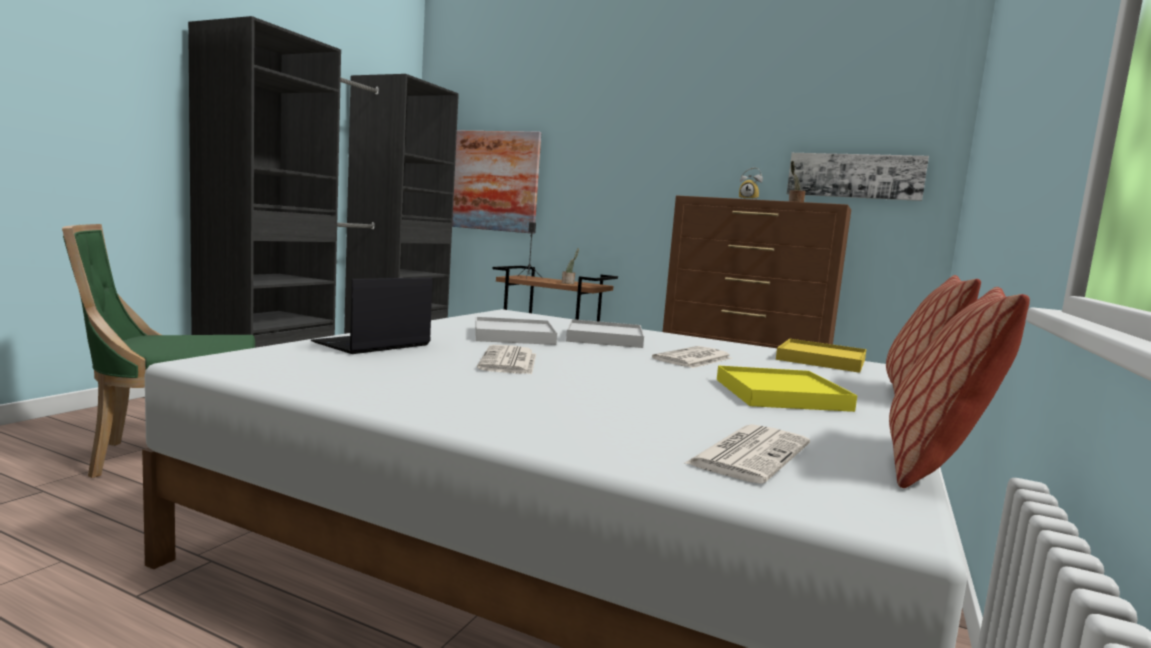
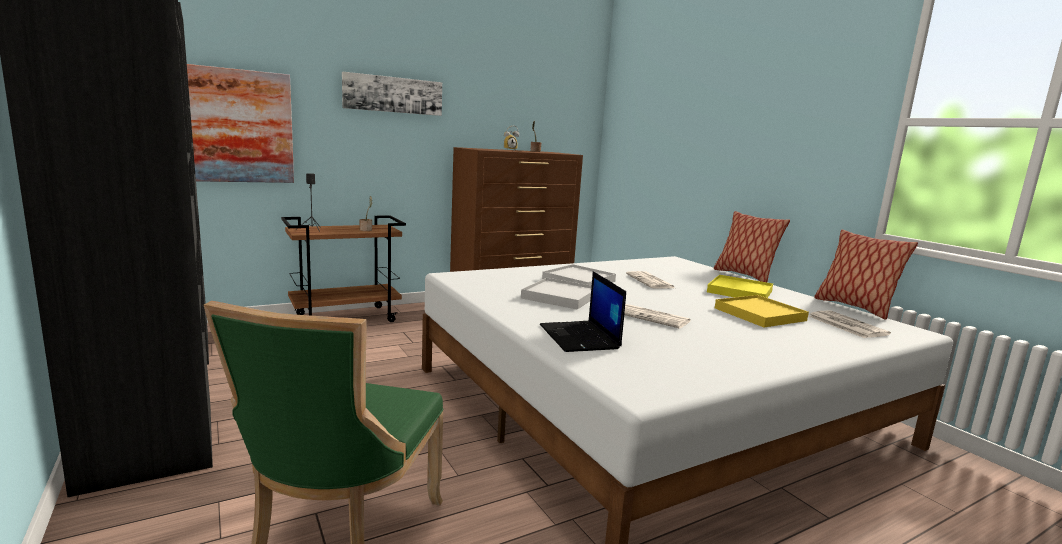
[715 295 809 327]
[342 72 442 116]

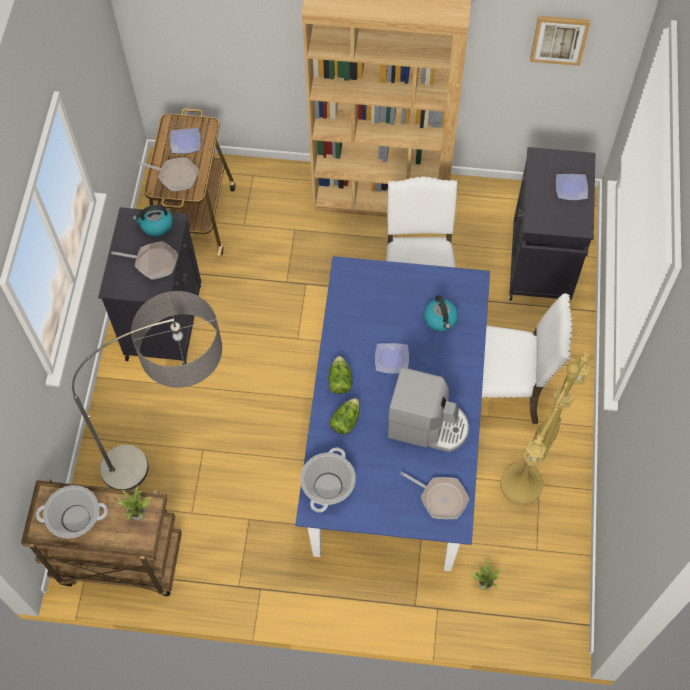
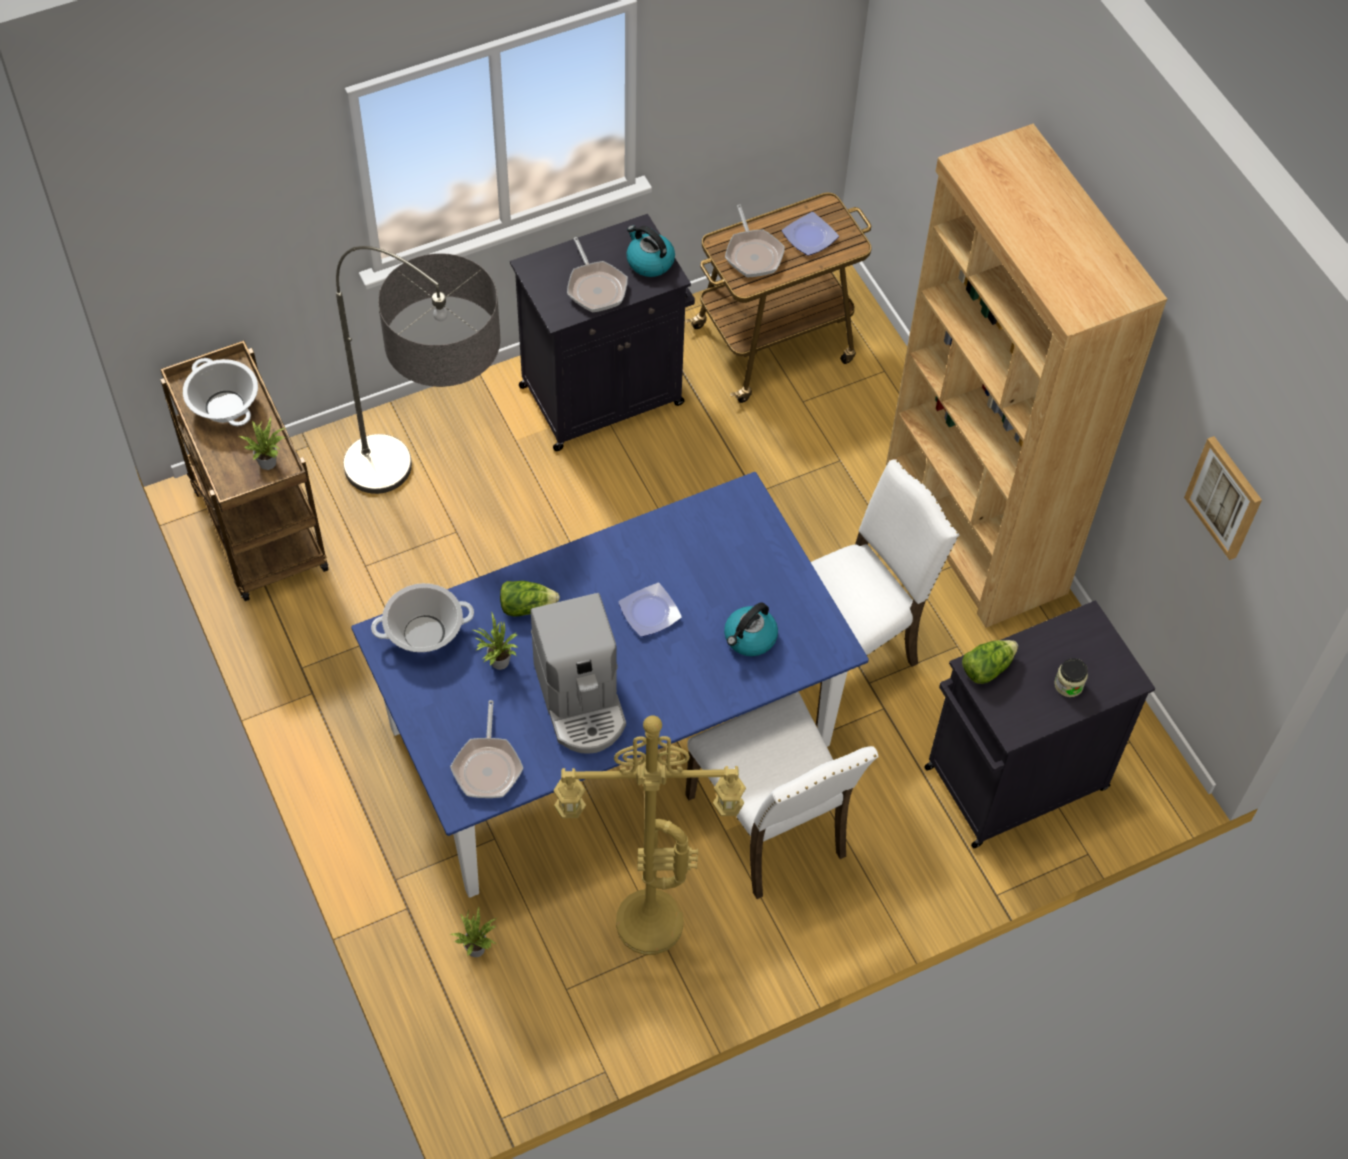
[962 640 1018 684]
[1054 658 1088 697]
[473 612 518 670]

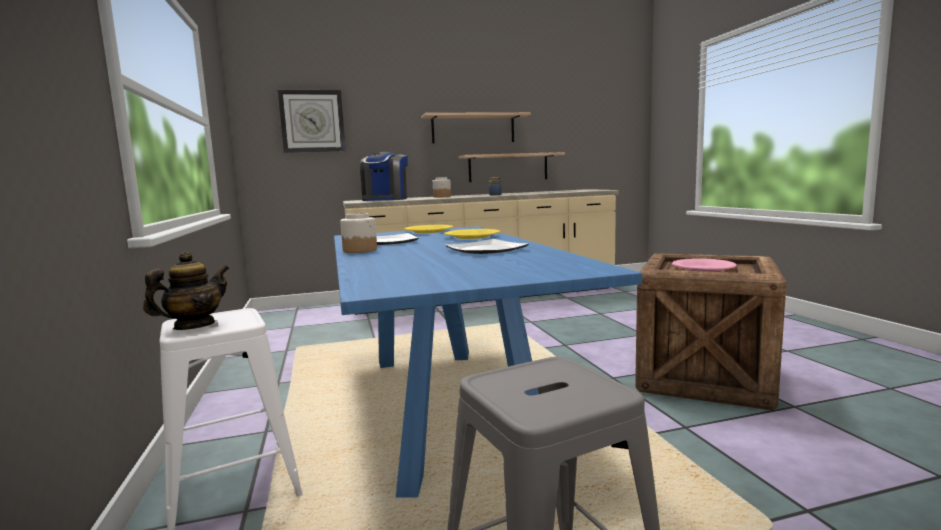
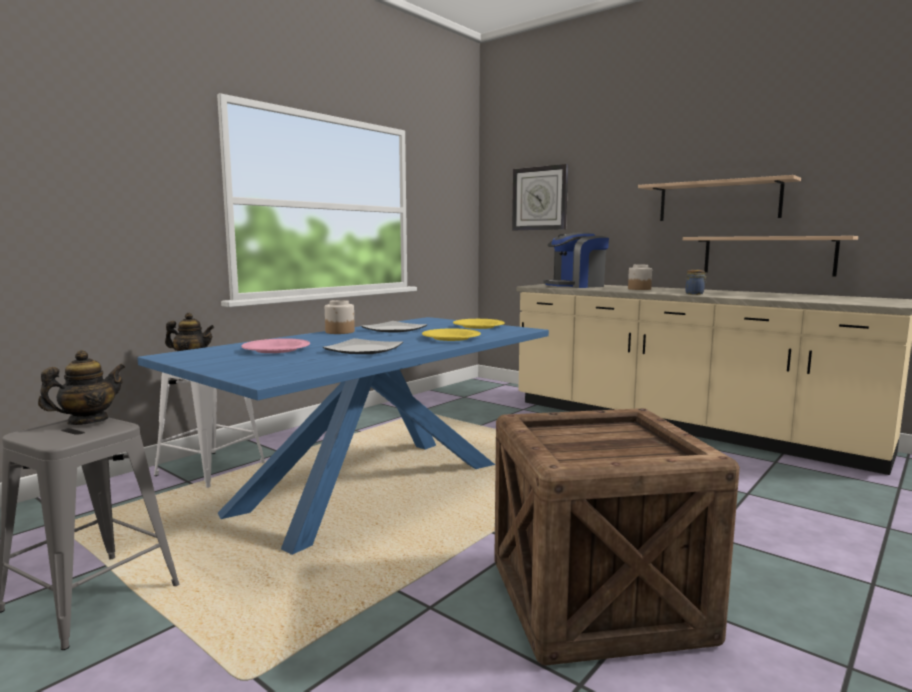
[242 338 310 353]
[38 350 125 425]

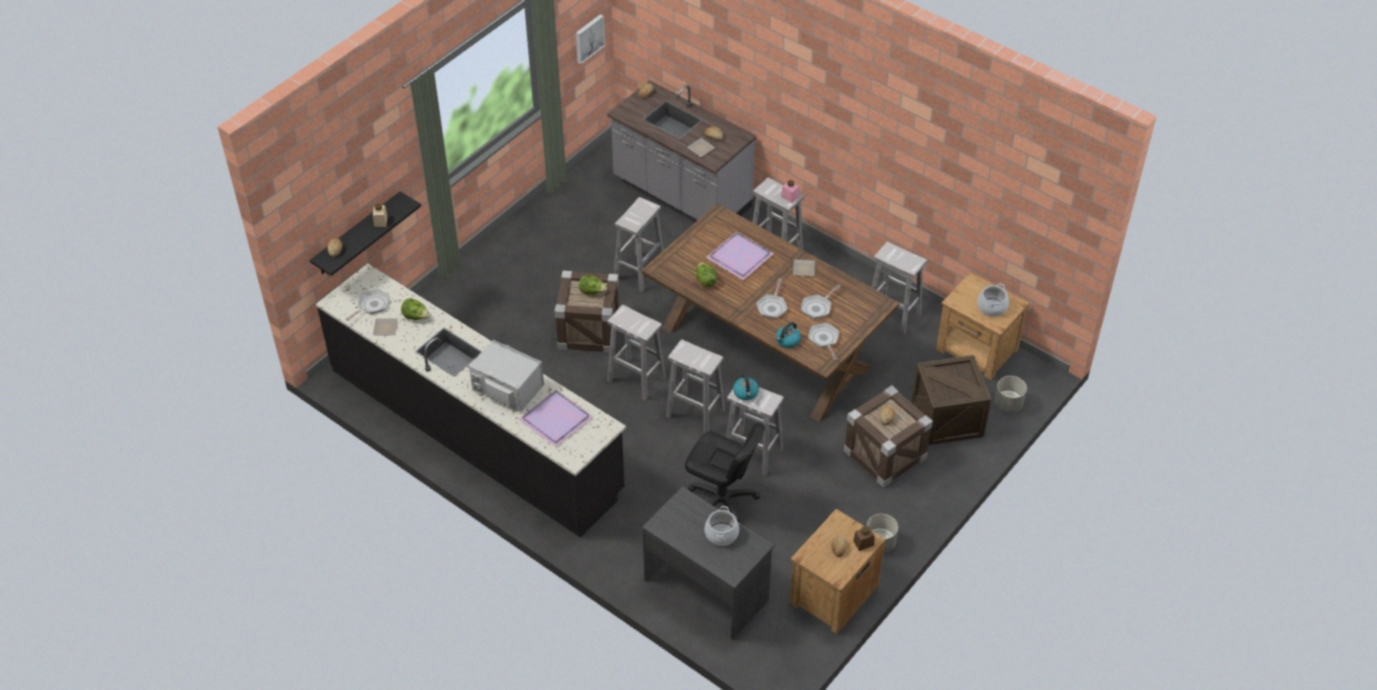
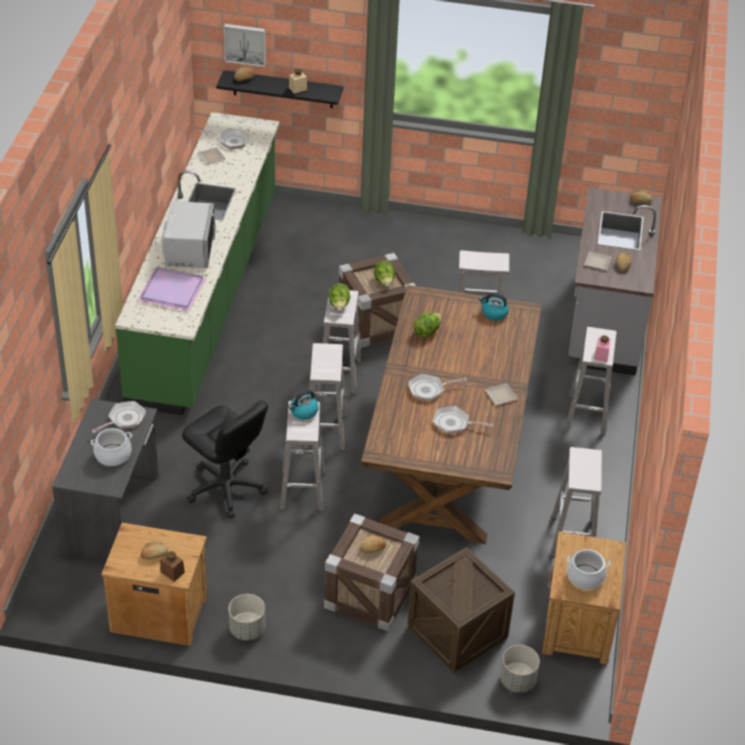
[115 112 279 415]
[329 283 350 311]
[224 24 266 67]
[182 400 268 518]
[706 231 774 280] (first image)
[479 293 509 321]
[91 401 146 433]

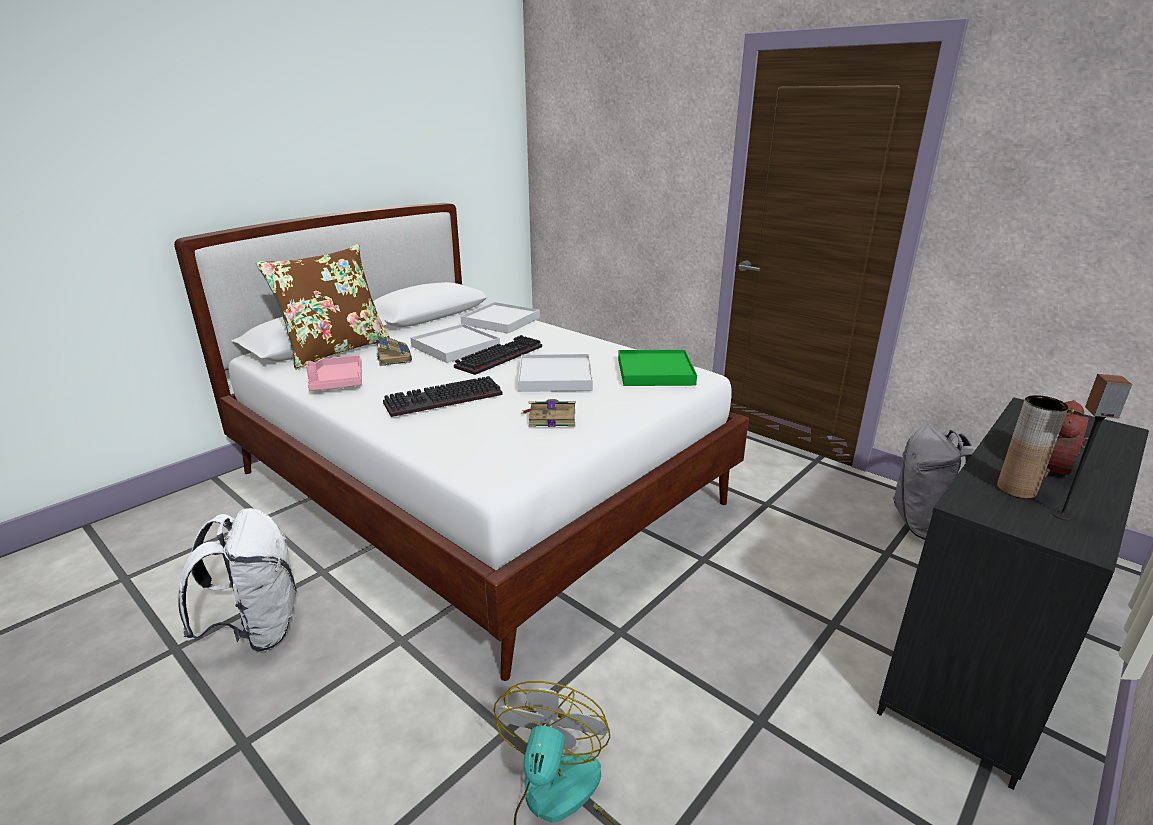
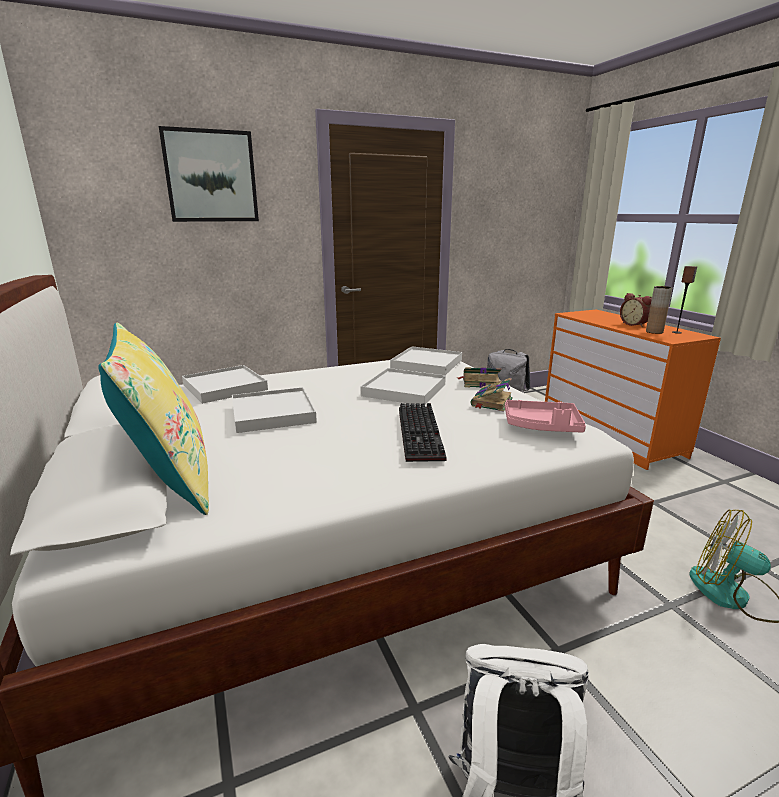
[98 323 209 515]
[505 400 586 433]
[457 367 502 388]
[454 335 542 375] (first image)
[390 346 462 375]
[545 310 721 470]
[159 126 259 222]

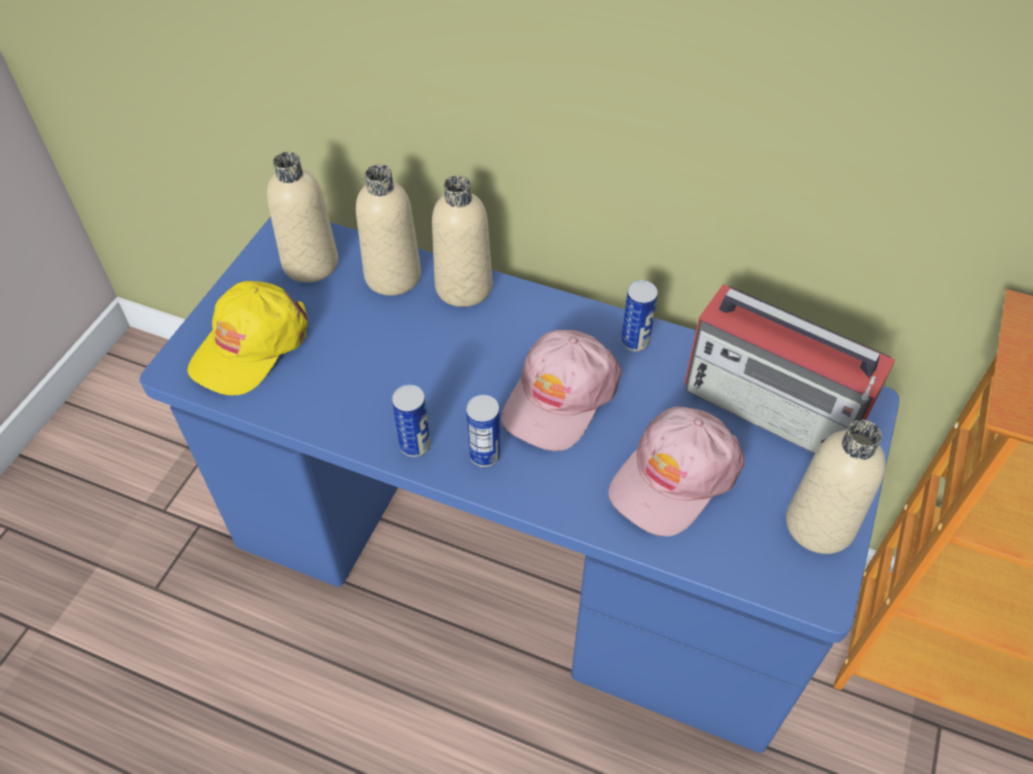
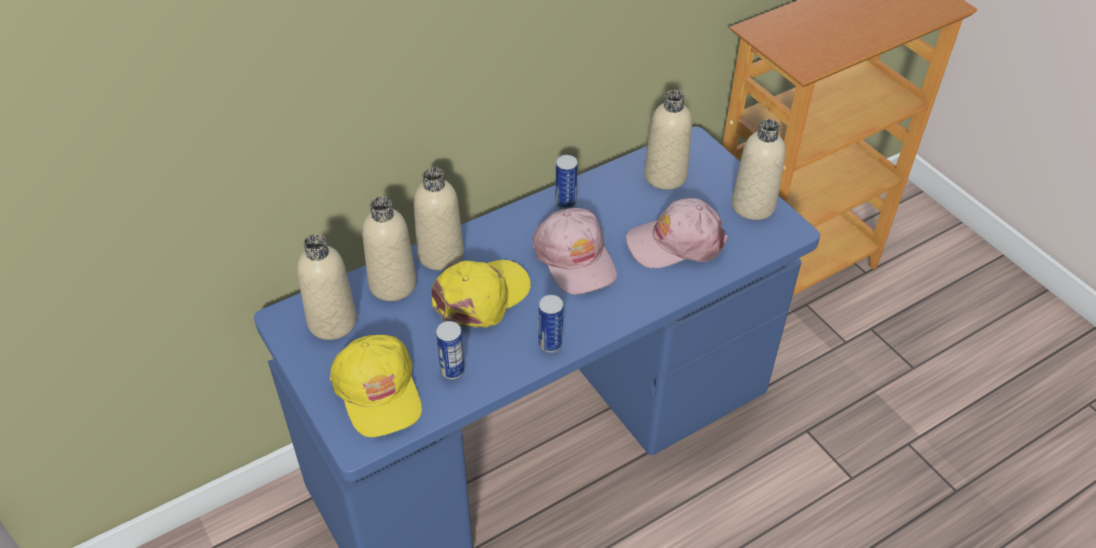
[436 321 465 380]
[626 198 728 268]
[644 90 692 190]
[431 260 531 328]

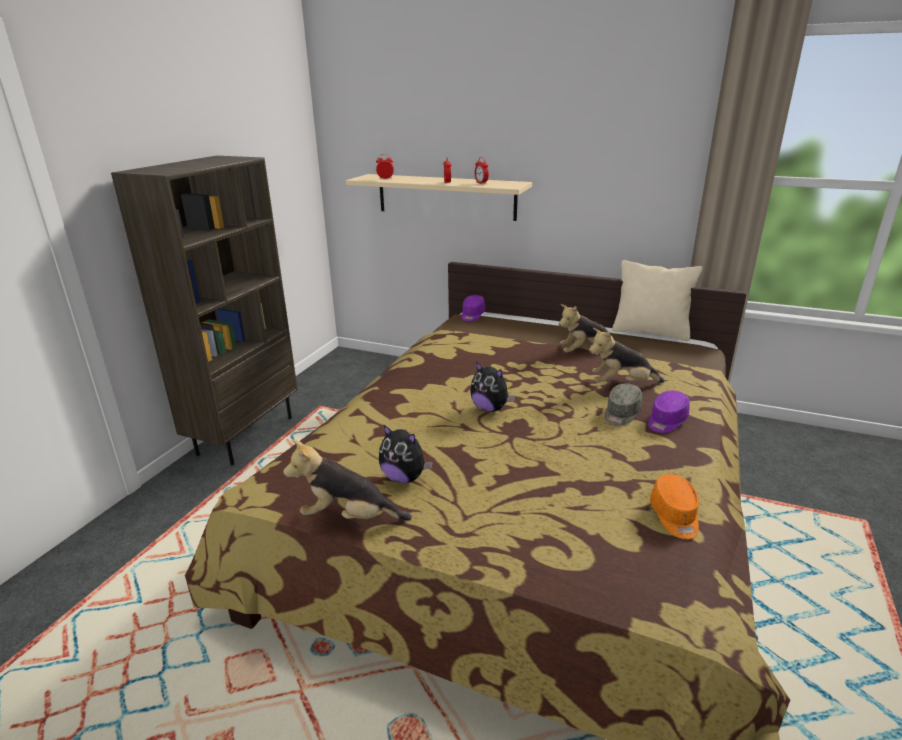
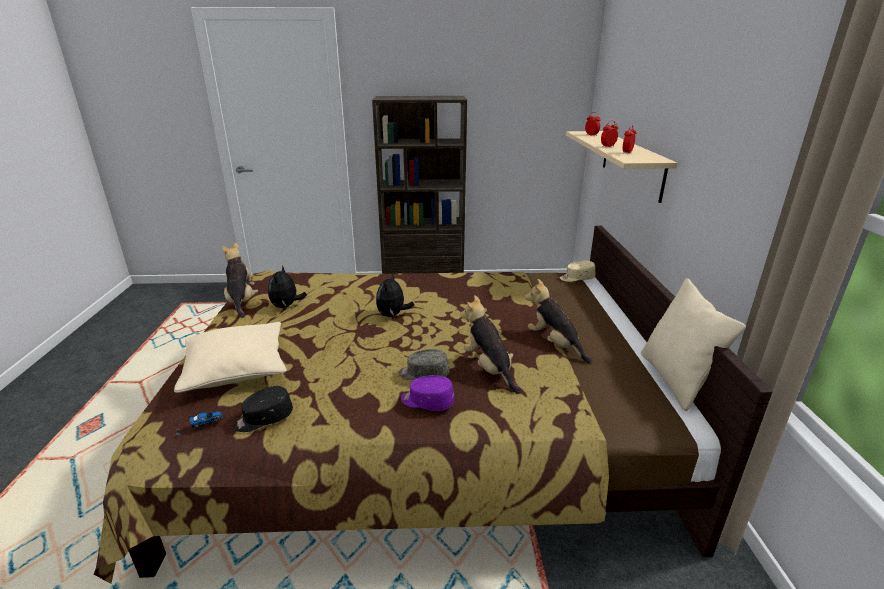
[560 261 596 282]
[233 386 293 432]
[174 322 287 393]
[176 411 223 436]

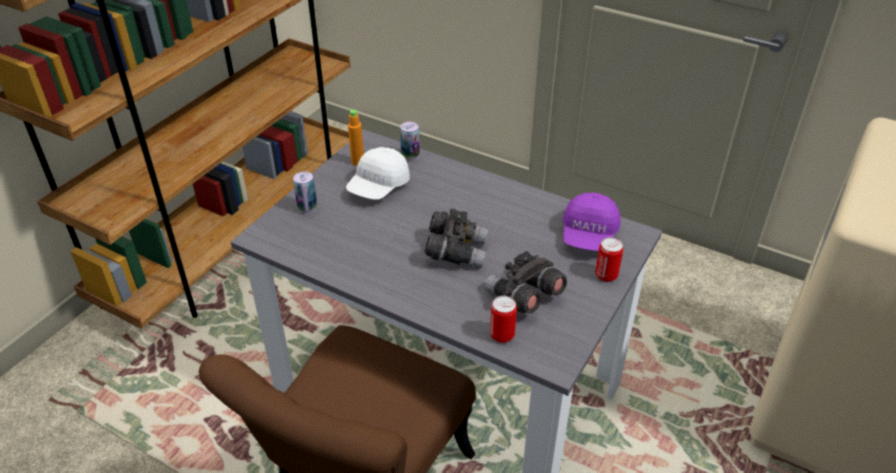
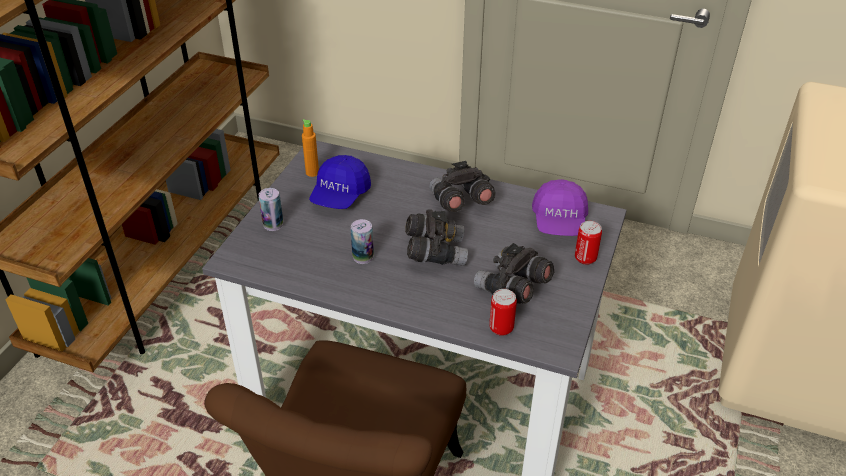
[309 155 371 209]
[351 219 374 264]
[429 161 496 212]

